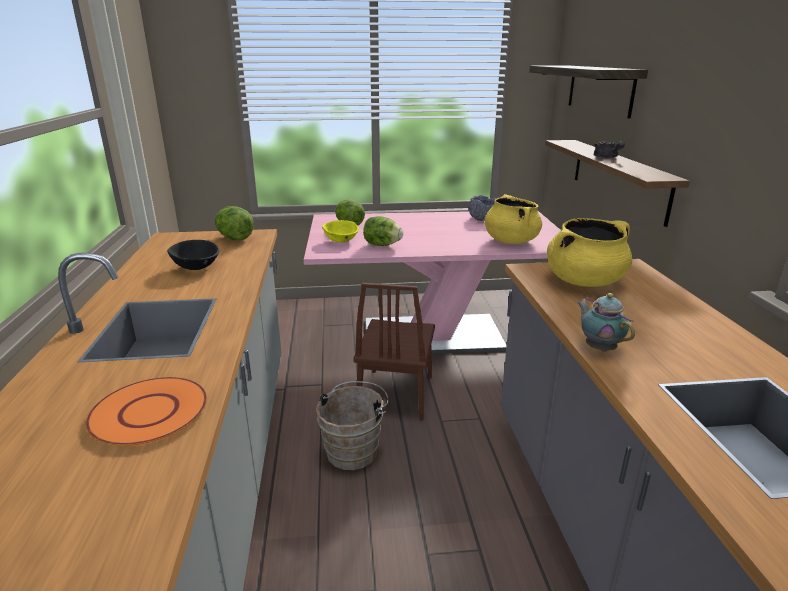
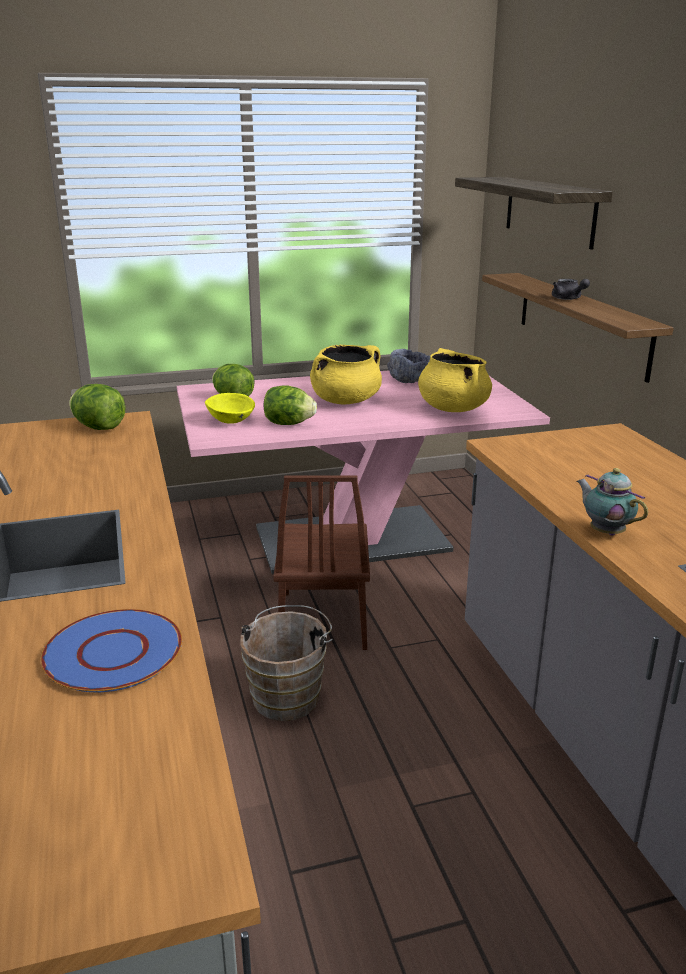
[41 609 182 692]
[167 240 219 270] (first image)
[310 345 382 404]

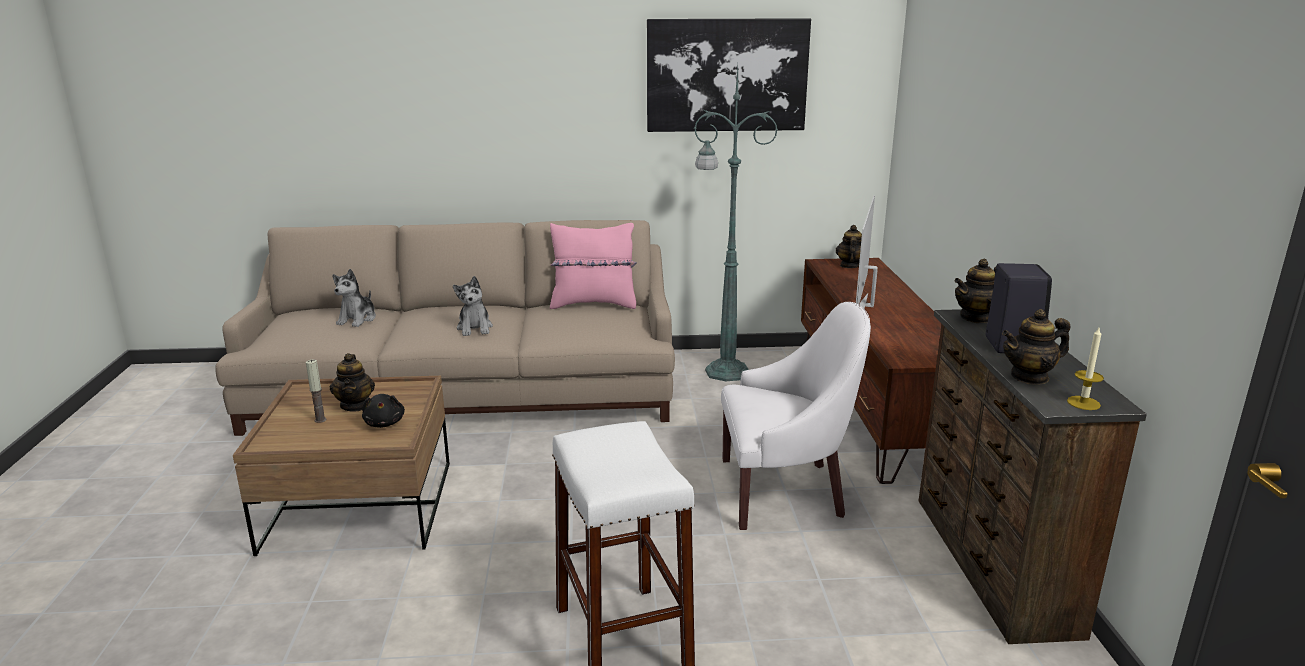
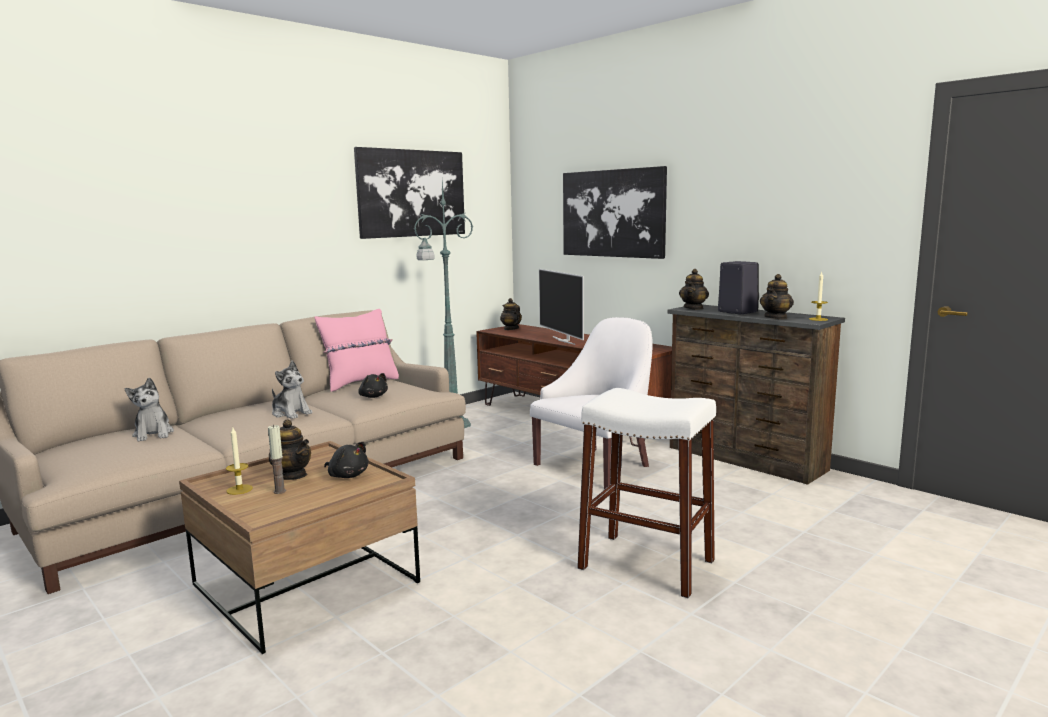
[226 427 253 495]
[358 373 388 398]
[563 166 667 259]

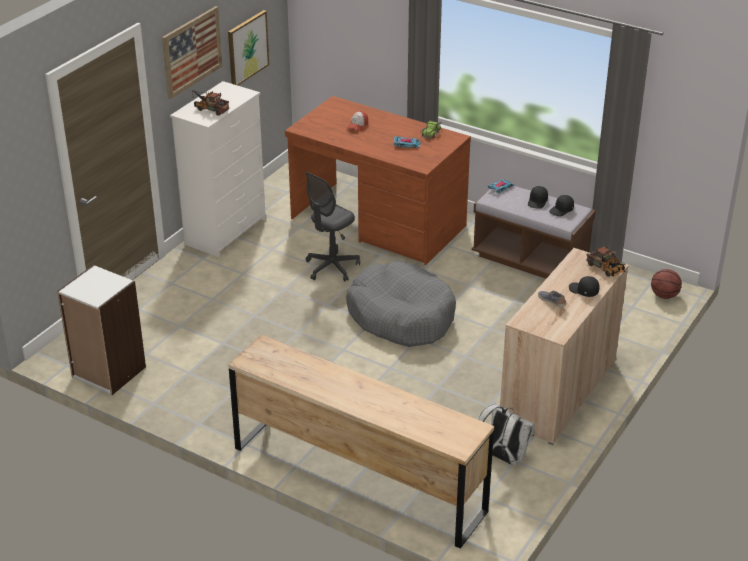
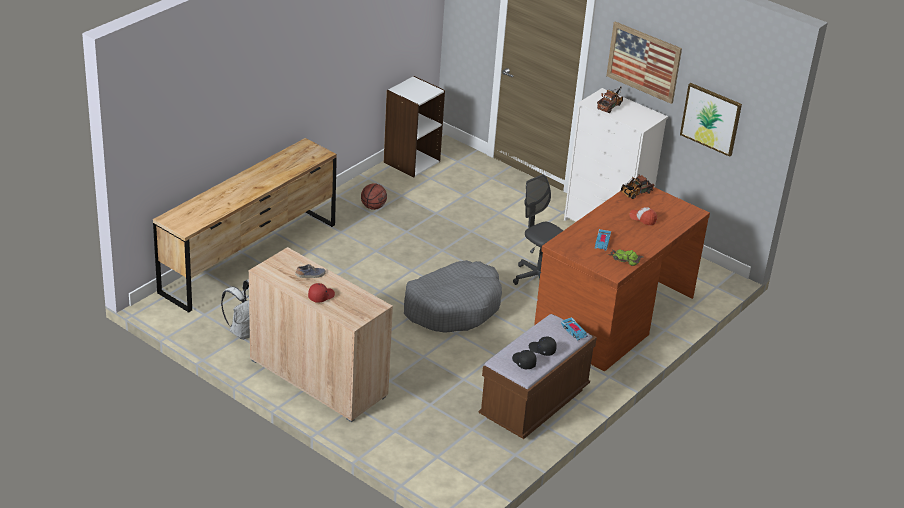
[308 283 335 303]
[620 175 654 199]
[361 183 387 210]

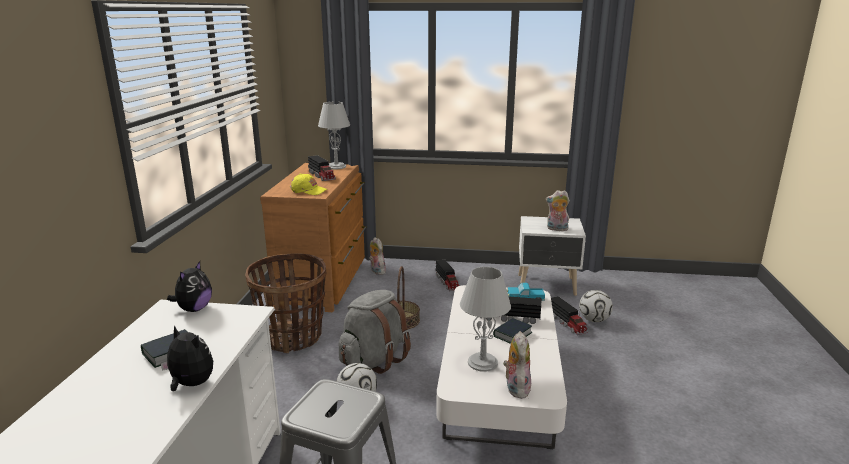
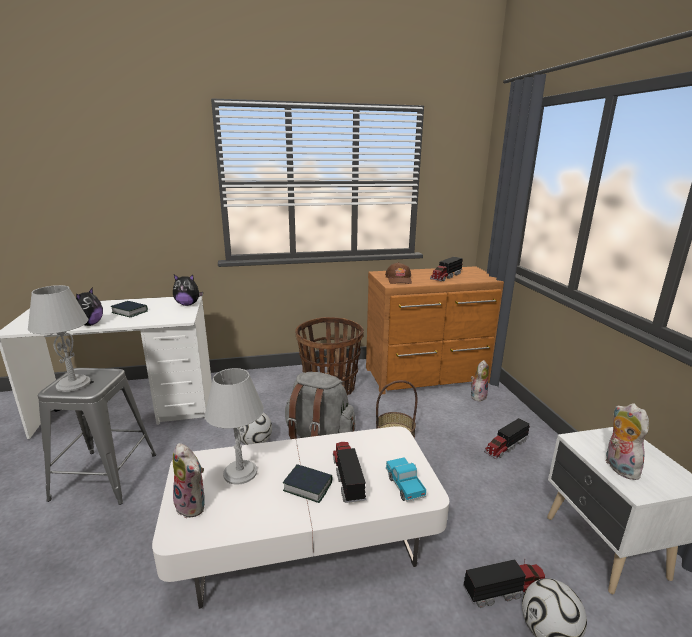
[385 262 412 284]
[28 285 91 392]
[173 443 205 518]
[463 559 546 608]

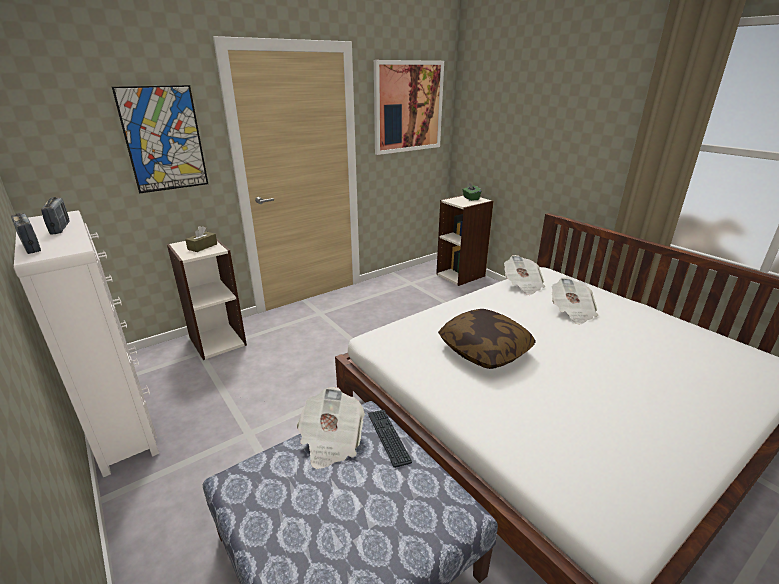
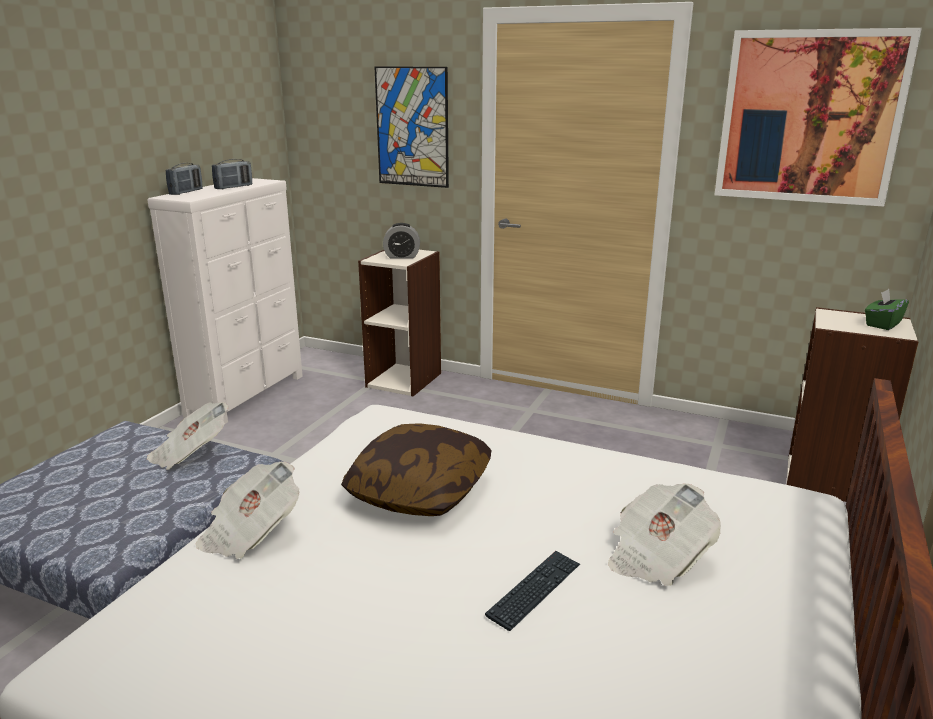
[383 223 420 259]
[485 551 580 631]
[196 462 299 559]

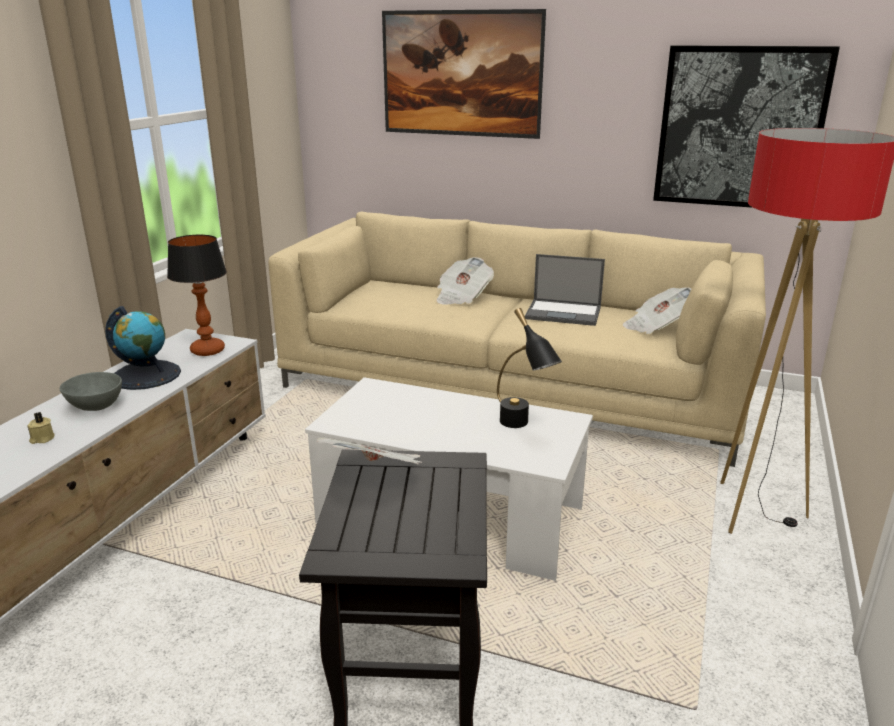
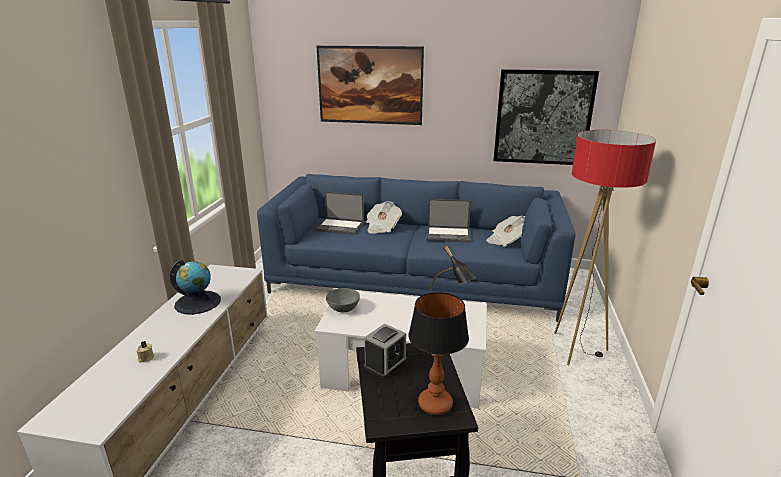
[326 288 360 312]
[408 292 469 415]
[257 174 576 322]
[364 323 407 379]
[315 191 364 235]

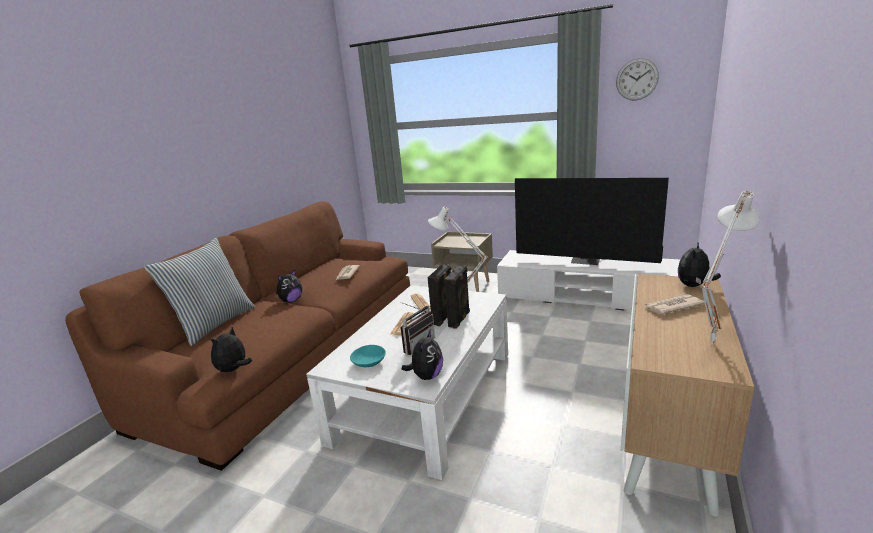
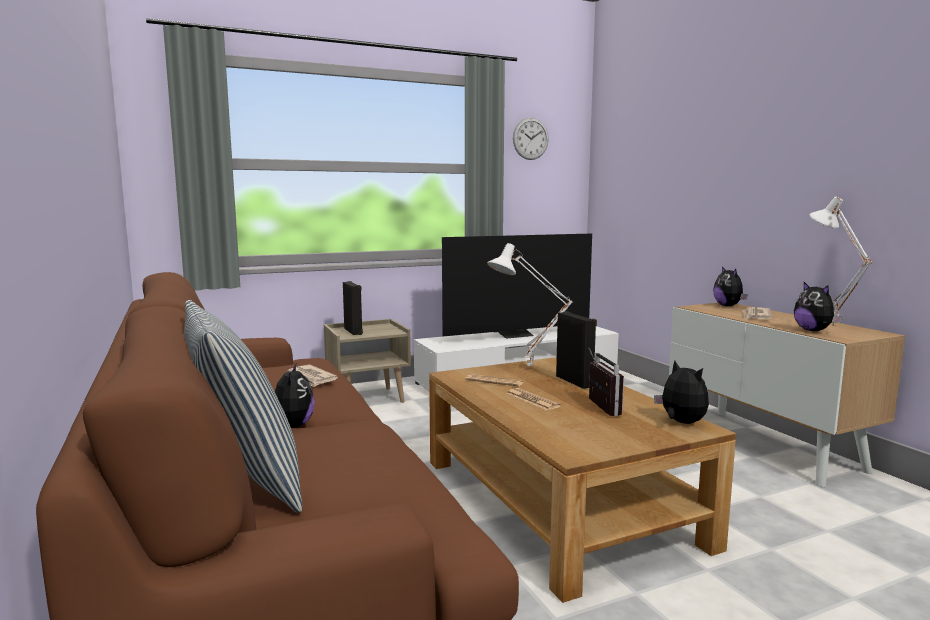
[794 282 842 331]
[429 357 736 603]
[350 345 386 367] (first image)
[343 281 363 335]

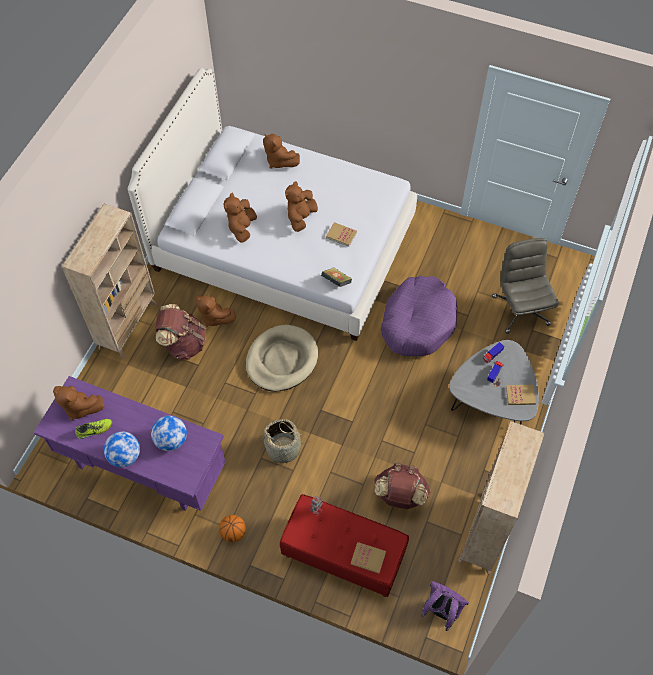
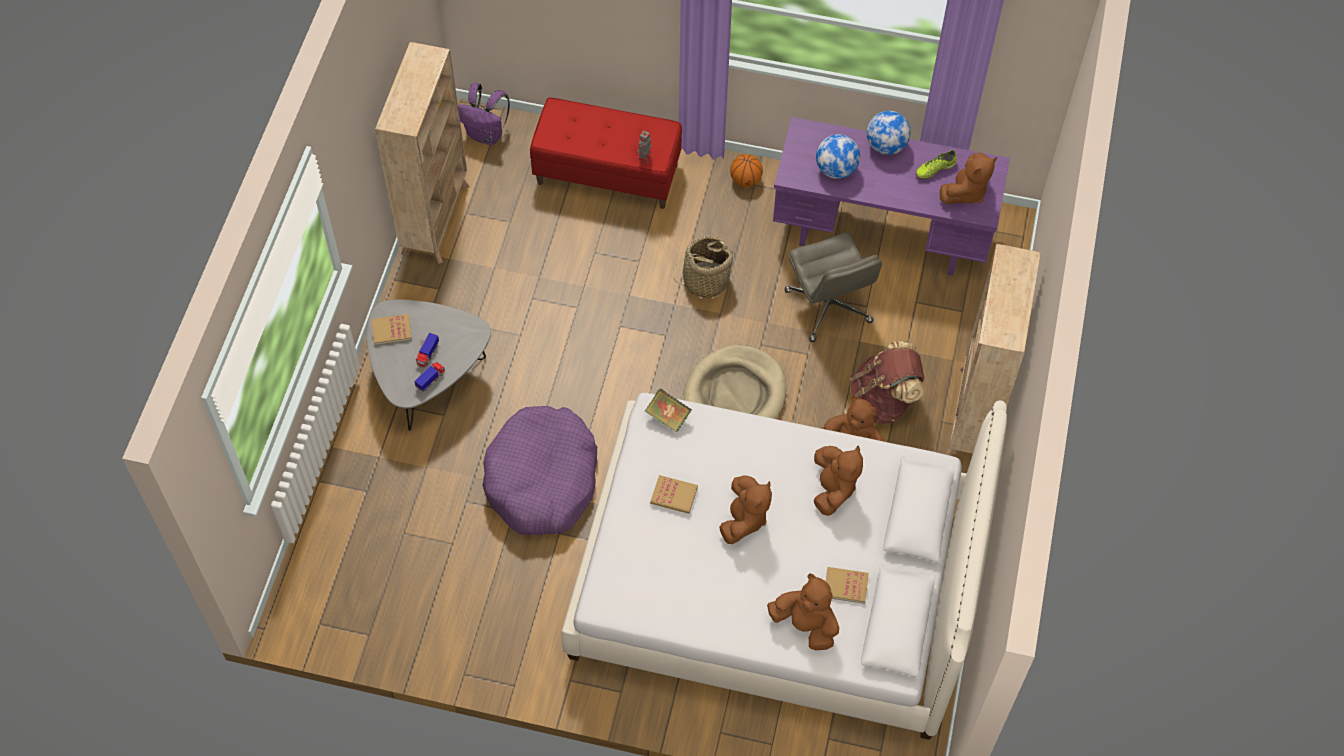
[940 152 997 204]
[826 567 869 604]
[374 463 430 509] (first image)
[785 233 882 342]

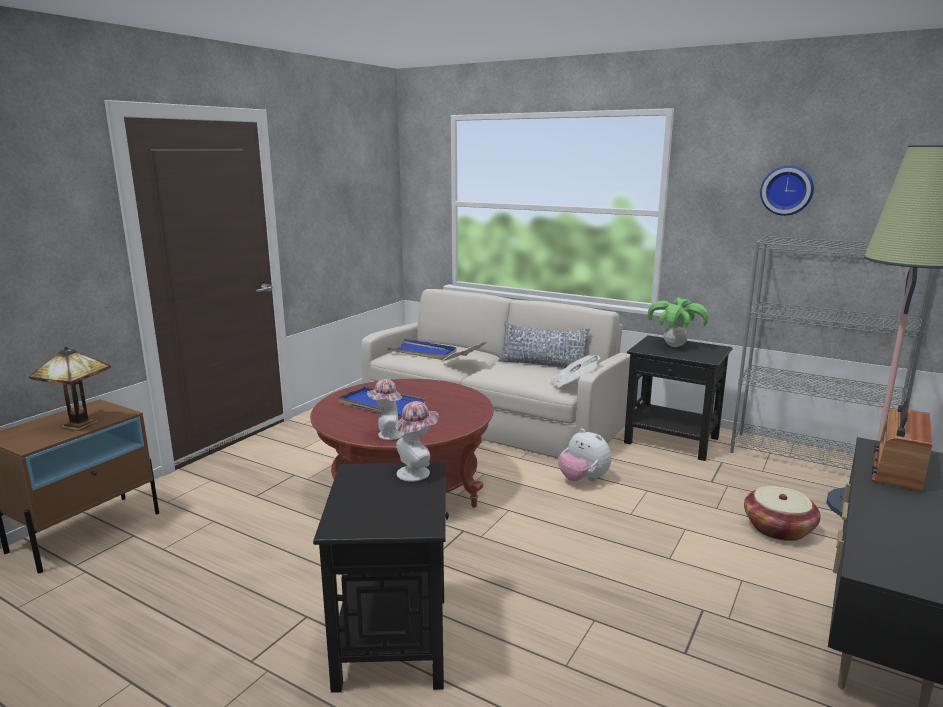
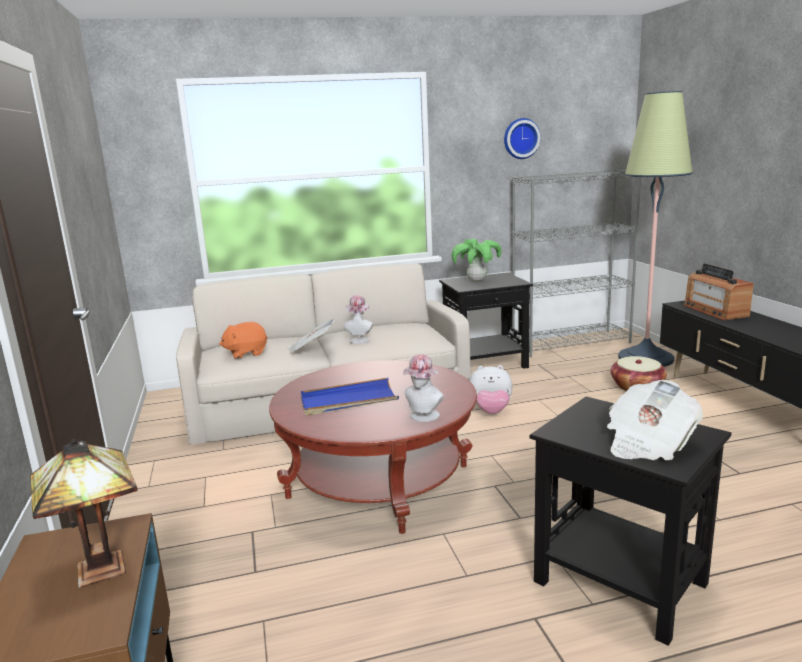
[219 322 268 359]
[344 295 373 344]
[498 322 590 368] (first image)
[607 380 703 461]

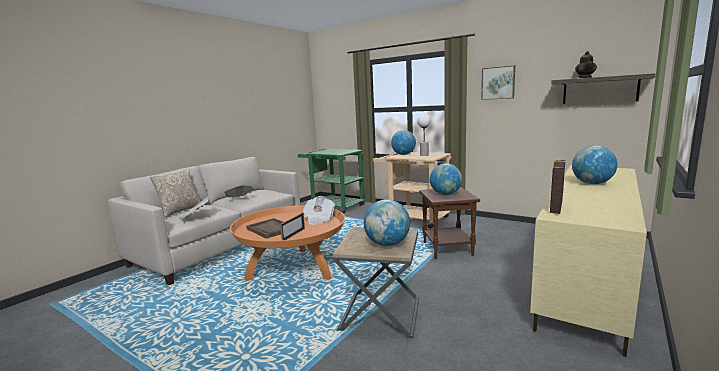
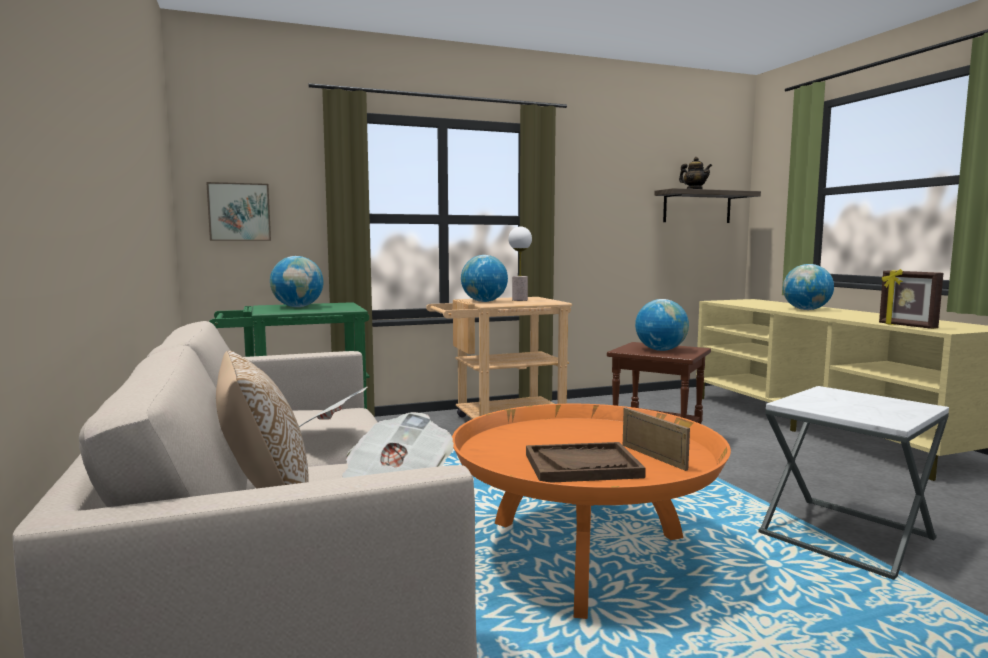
[303 196 335 225] (first image)
[758 386 949 580]
[270 256 324 307]
[206 182 271 241]

